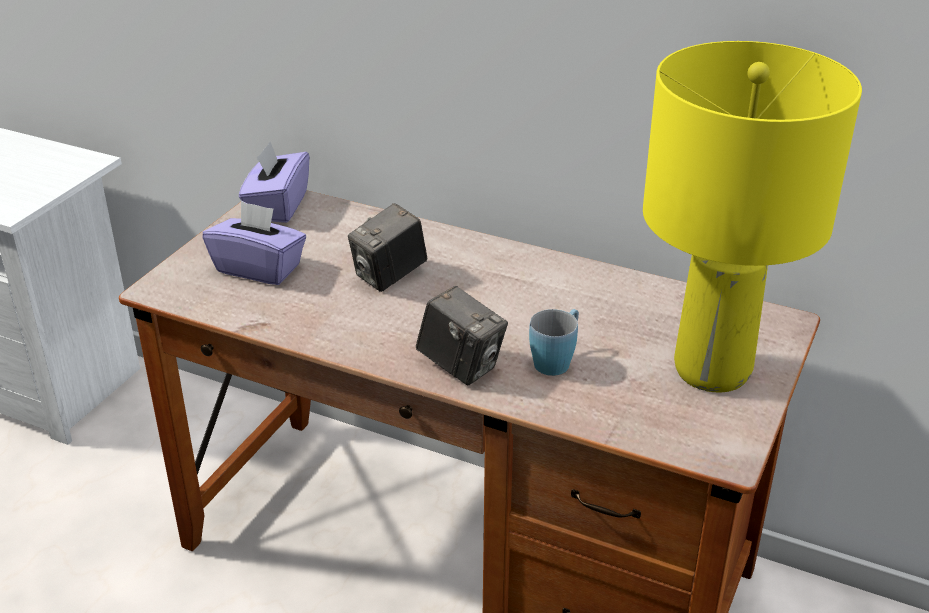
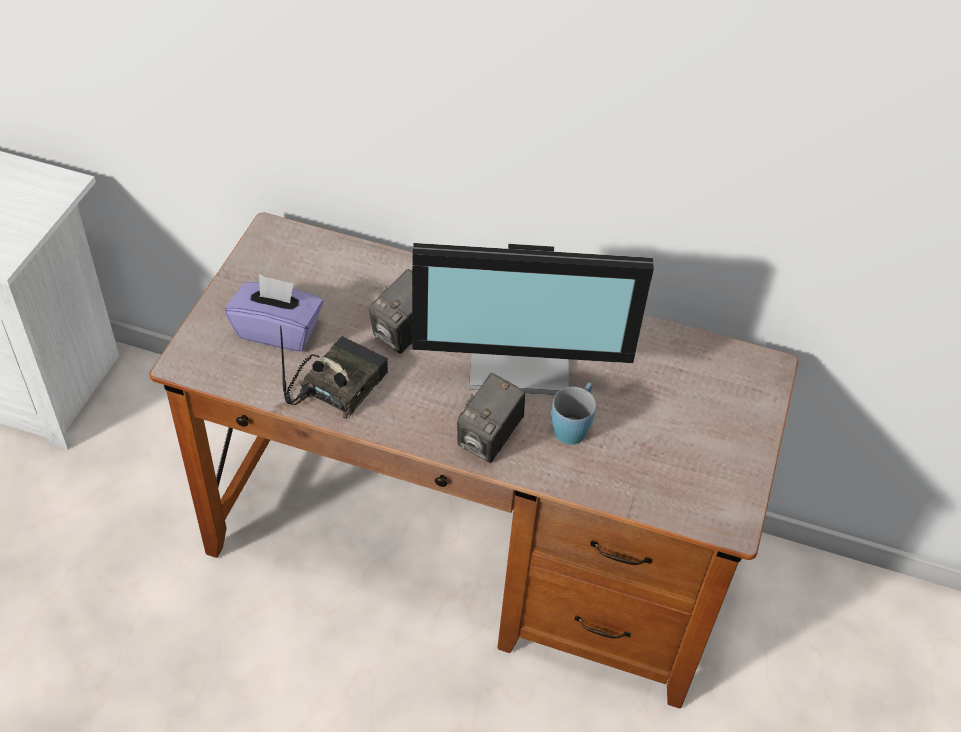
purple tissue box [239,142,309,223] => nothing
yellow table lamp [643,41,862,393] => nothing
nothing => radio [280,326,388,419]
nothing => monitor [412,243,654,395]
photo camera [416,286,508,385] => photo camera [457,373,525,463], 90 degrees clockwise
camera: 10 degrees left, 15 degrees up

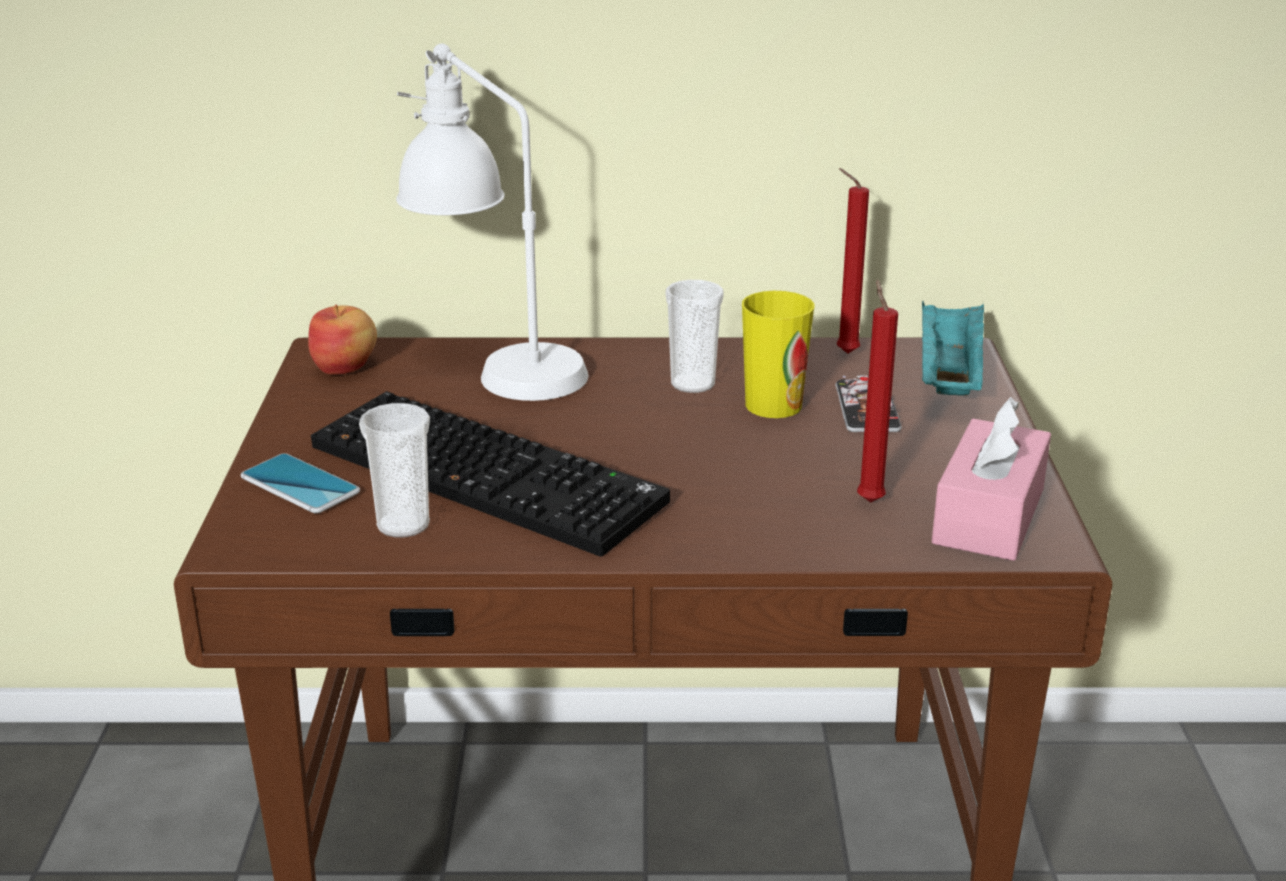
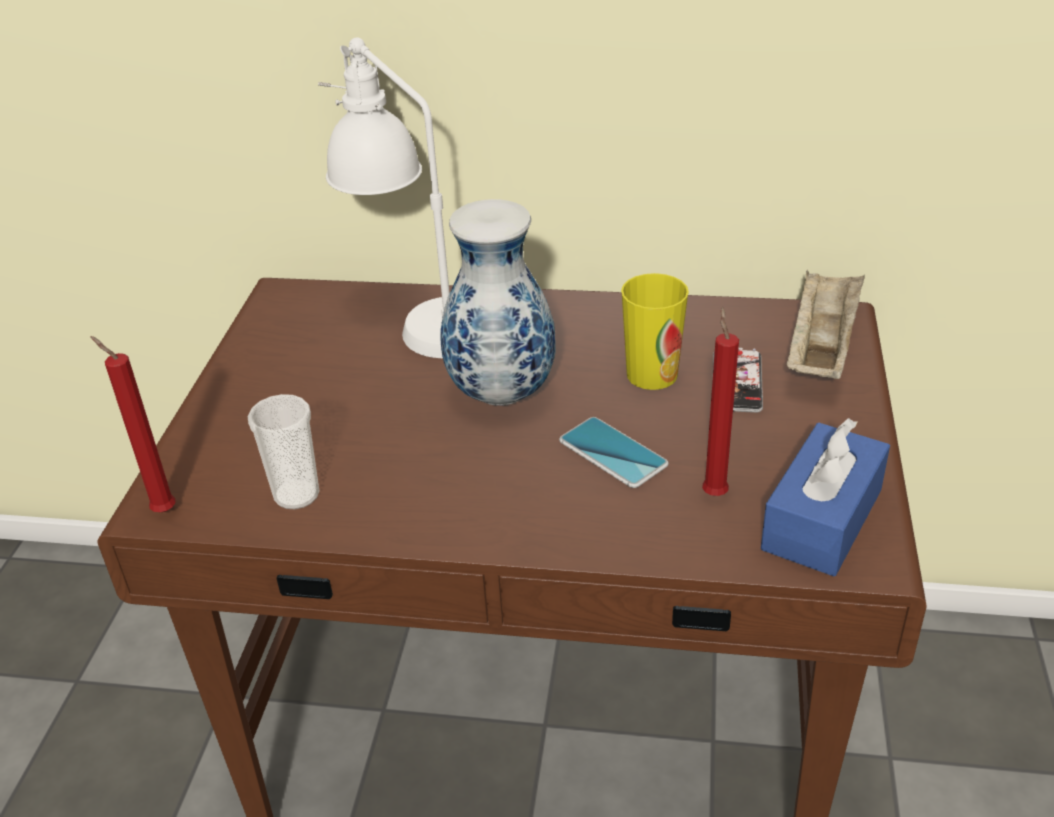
apple [308,305,377,375] => nothing
keyboard [311,391,670,556] => nothing
cup [665,280,724,393] => nothing
nothing => vase [440,199,555,406]
phone [241,453,360,513] => phone [559,417,669,488], move
red candle [837,168,869,354] => red candle [90,336,176,512], move
turquoise tray [922,301,984,396] => beige tray [786,270,864,379]
pink tissue box [932,397,1051,561] => blue tissue box [761,418,890,576]
camera: 10 degrees right, 10 degrees up

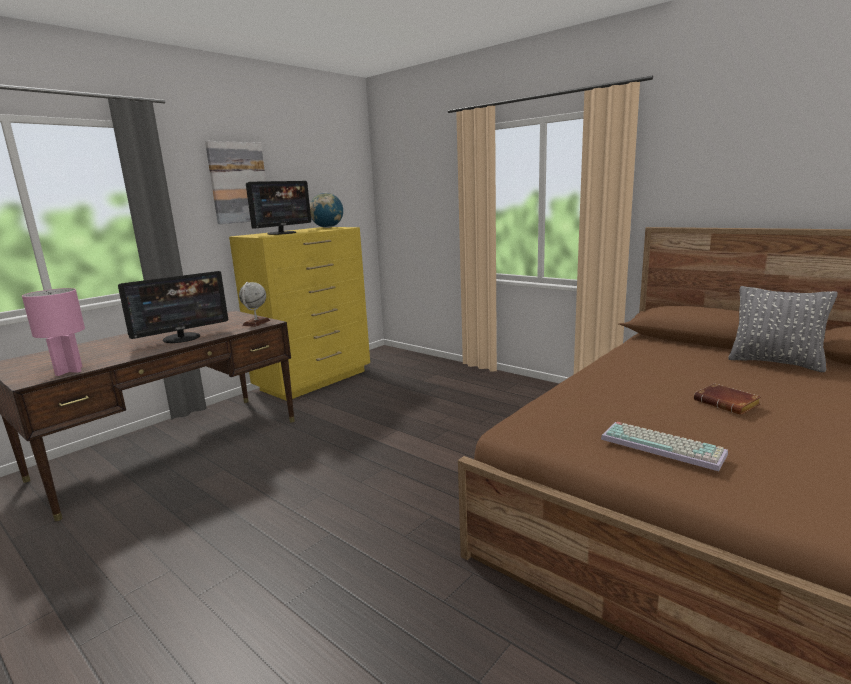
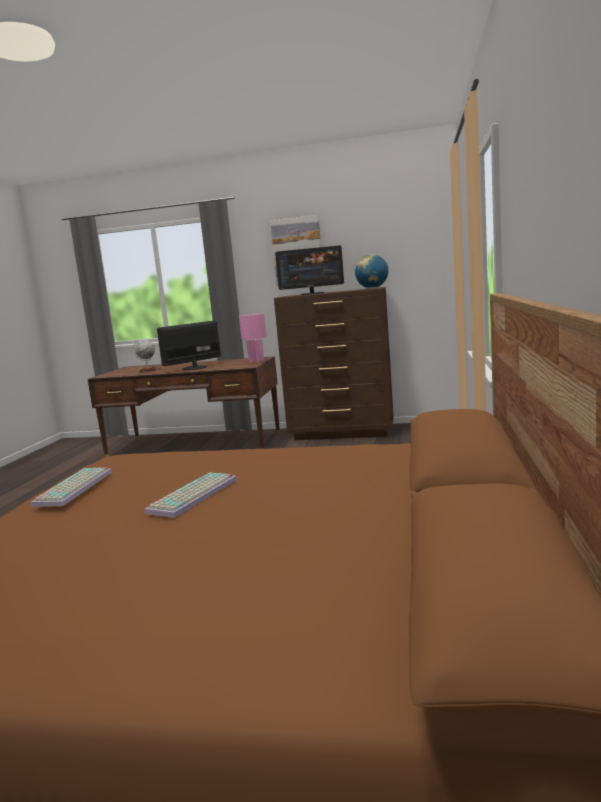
grey pillow [728,286,838,372] => nothing
pink table lamp [22,288,85,376] => pink table lamp [239,313,266,363], move
globe [239,282,270,327] => globe [133,339,157,373], move
brown book [694,383,761,415] => keyboard [145,472,237,518]
yellow dresser [229,227,370,401] => brown dresser [274,287,394,440]
monitor [118,271,228,343] => monitor [157,321,221,370], 120 degrees clockwise
camera: 60 degrees right, 5 degrees down

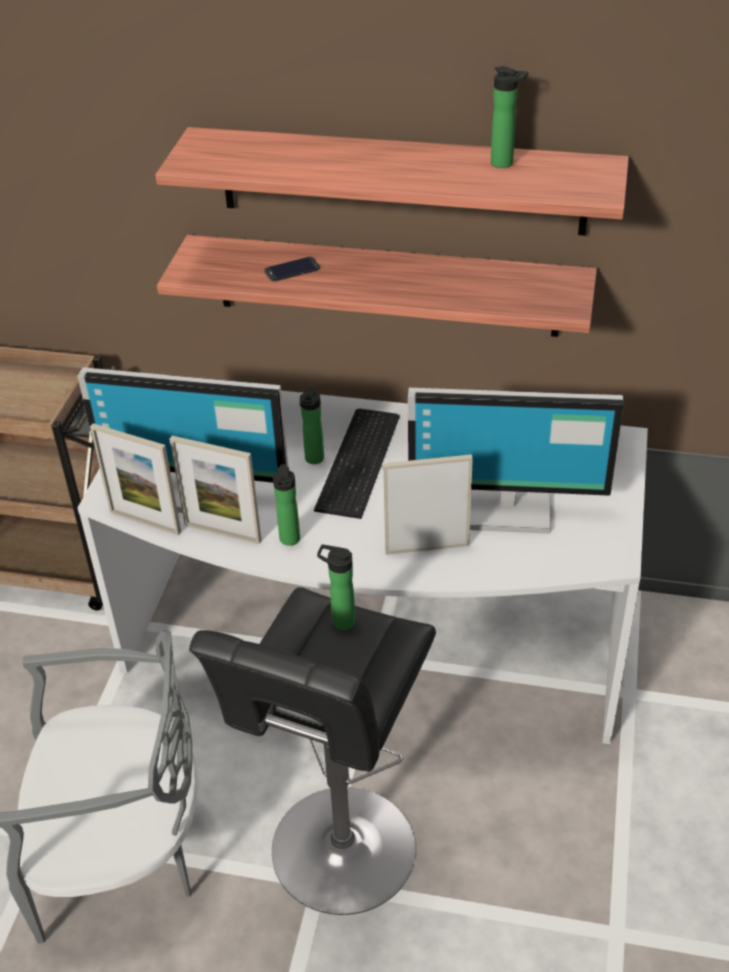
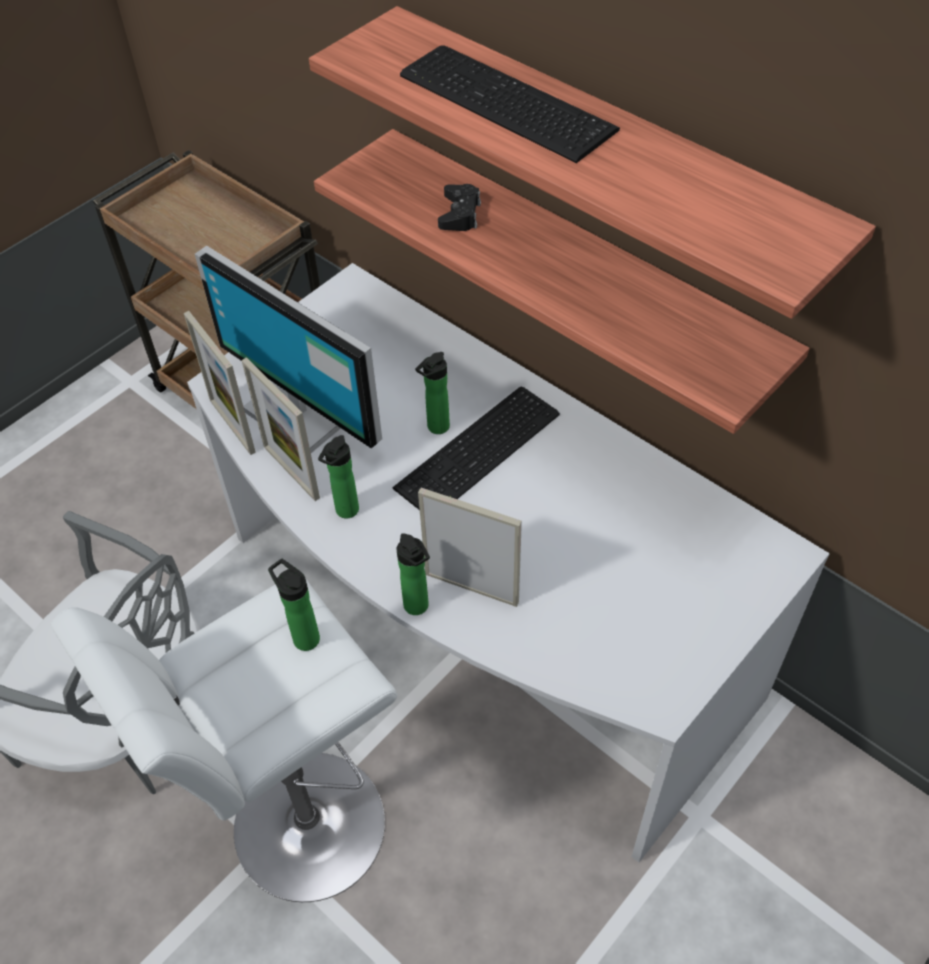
monitor [408,388,624,534] => nothing
nothing => keyboard [400,45,620,163]
bottle [491,66,528,168] => bottle [396,533,430,615], move
phone [264,257,320,282] => black game controller [438,184,481,231]
black stool [189,587,436,915] => white stool [51,578,397,902]
camera: 30 degrees right, 10 degrees up

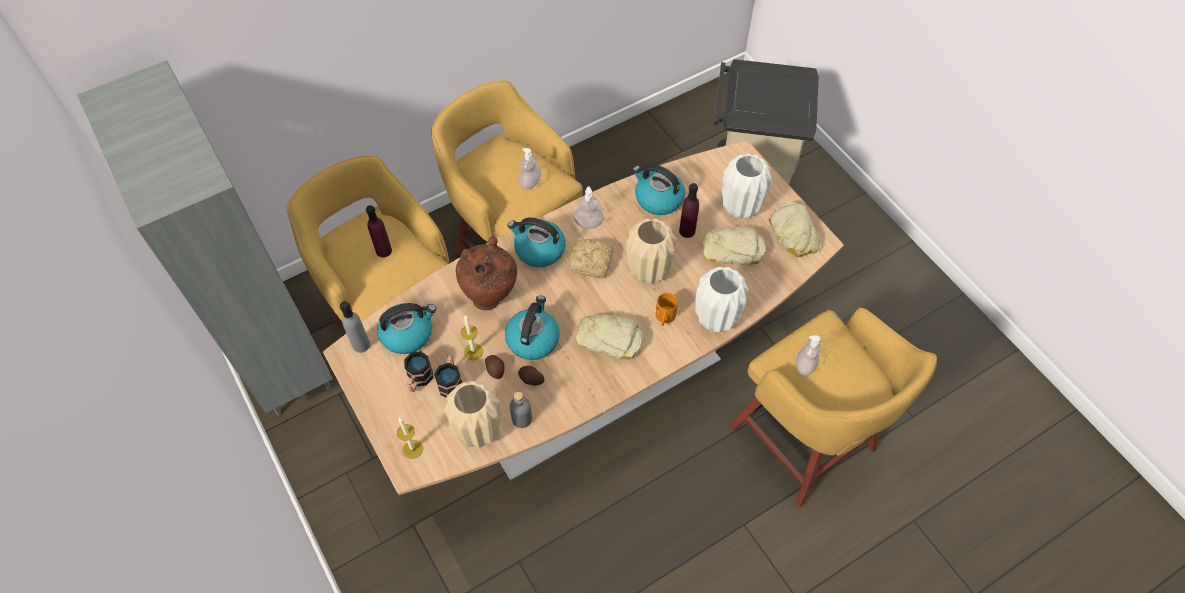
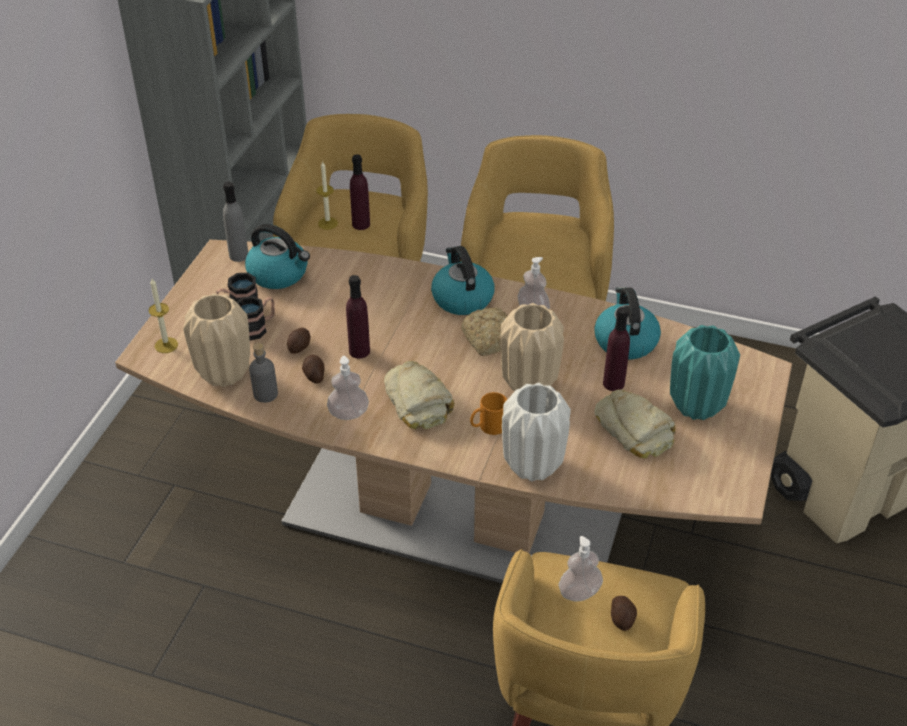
brown vase [456,236,517,310] => nothing
bread [769,201,820,257] => nothing
nothing => potato [611,596,637,631]
candle [461,315,483,360] => candle [317,162,338,230], move
soap dispenser [519,148,541,189] => soap dispenser [327,356,369,420], move
kettle [505,295,560,360] => purple bottle [346,275,370,359]
white vase [722,153,772,219] => turquoise vase [670,325,740,420]
camera: 50 degrees right, 15 degrees down

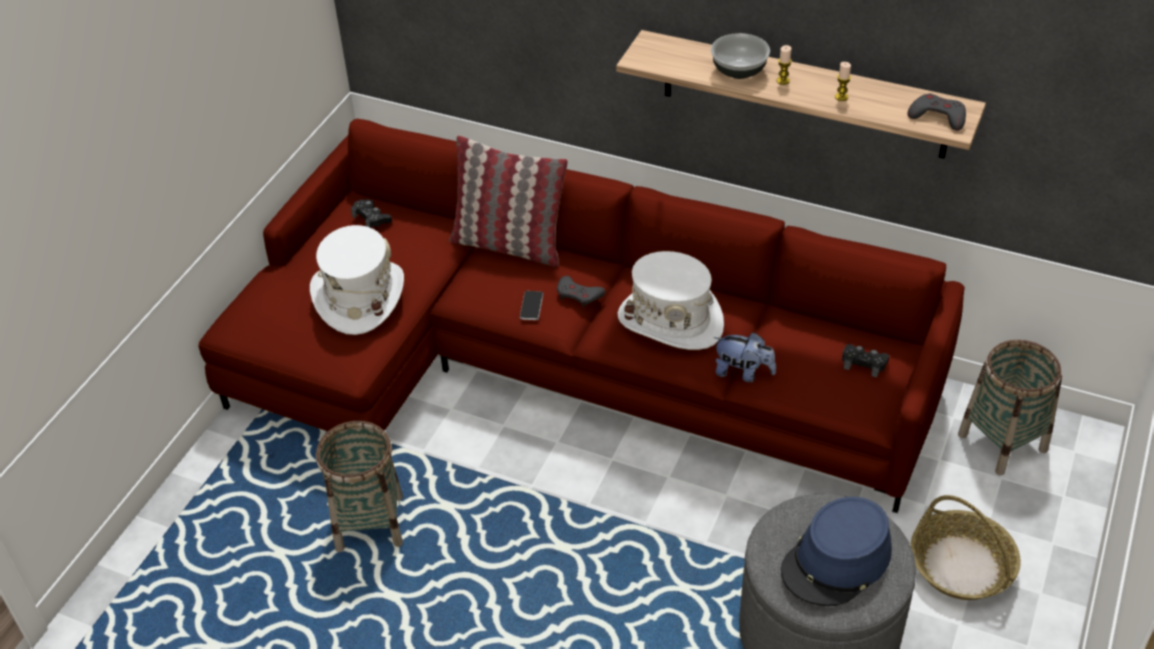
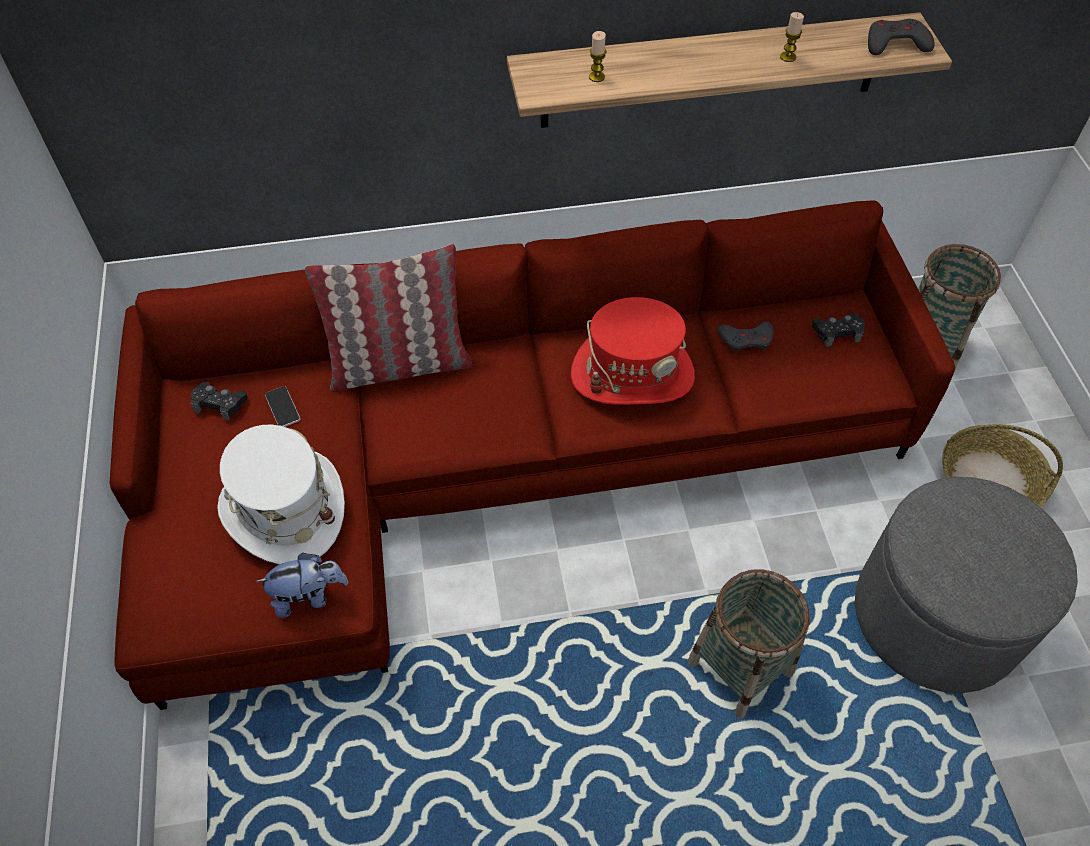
bowl [711,33,770,79] => nothing
blue hat [781,497,892,606] => nothing
basket [316,421,403,552] => basket [687,569,811,719], move
phone [520,291,543,320] => phone [265,386,300,427], move
grey game controller [557,276,605,307] => grey game controller [718,322,773,353], move
plush toy [713,332,776,382] => plush toy [255,553,348,618], move
candle [777,45,792,85] => candle [589,31,607,82], move
white hat [618,251,724,350] => red hat [571,297,695,405]
camera: 35 degrees left, 10 degrees up

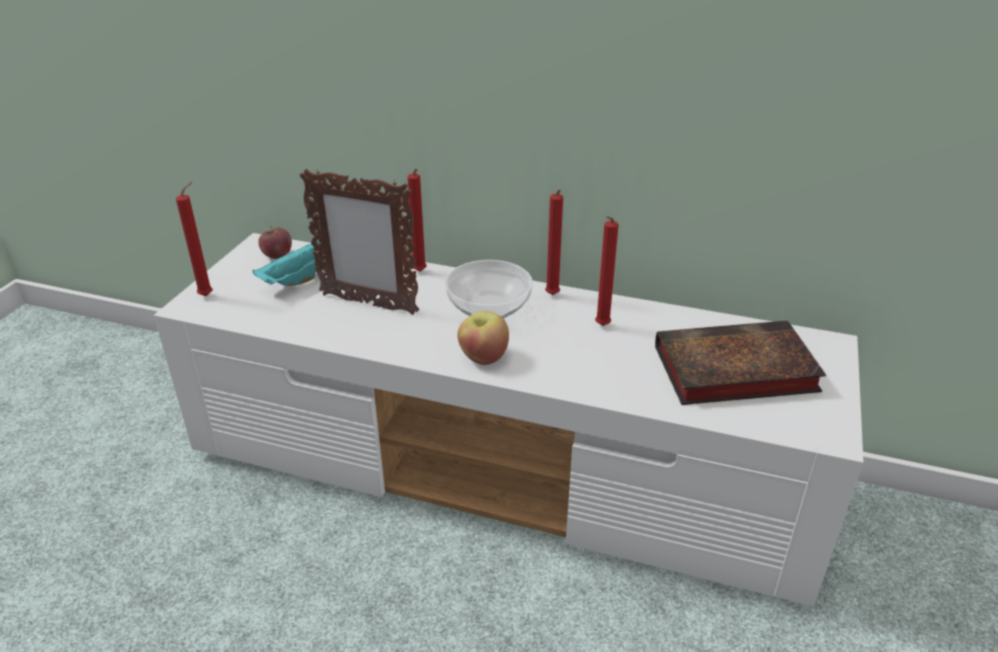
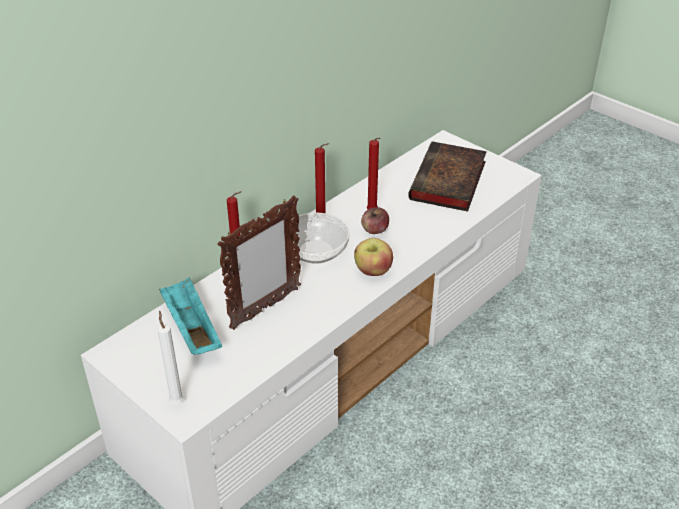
apple [258,226,292,259] => apple [361,207,389,234], move
red candle [176,181,213,296] => white candle [158,311,184,404]
camera: 65 degrees left, 5 degrees up

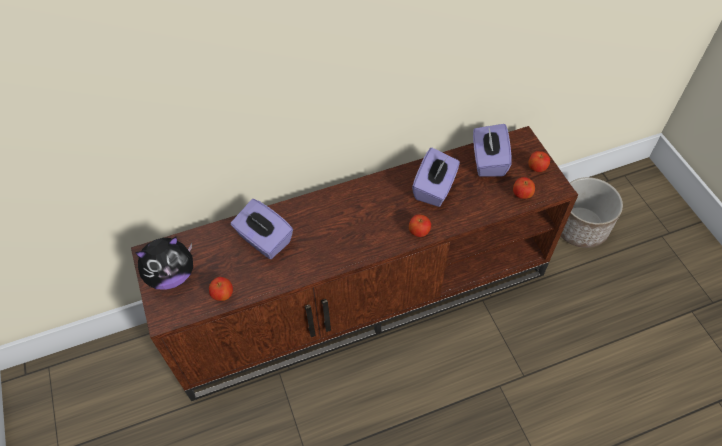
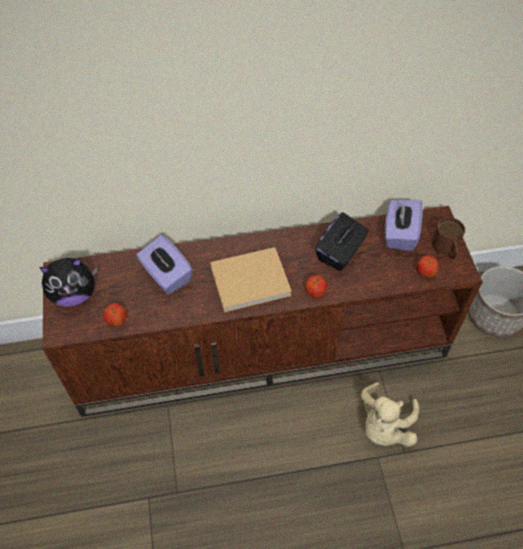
nothing => beige book [210,247,292,312]
nothing => beige plush toy [360,382,419,446]
apple [528,151,550,172] => brown mug [432,217,465,259]
purple tissue box [412,148,460,207] => black tissue box [316,212,369,271]
camera: 10 degrees right, 0 degrees up

